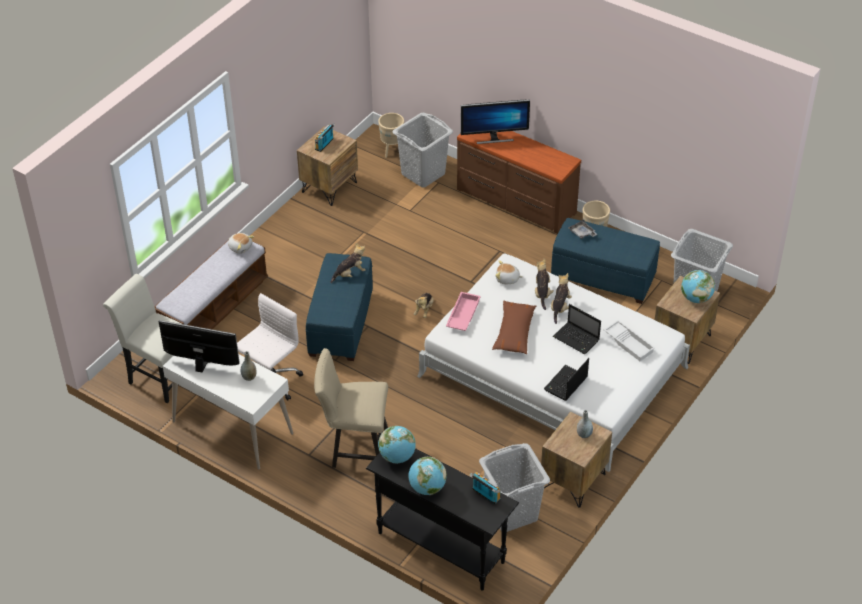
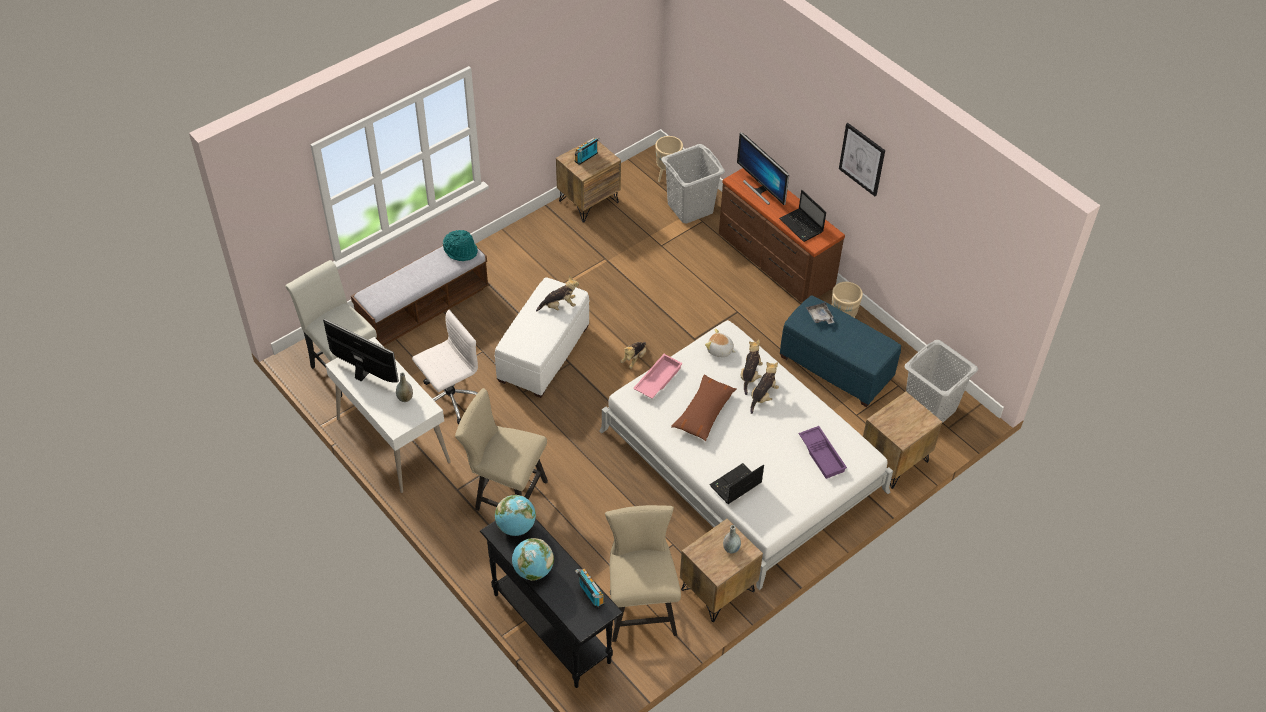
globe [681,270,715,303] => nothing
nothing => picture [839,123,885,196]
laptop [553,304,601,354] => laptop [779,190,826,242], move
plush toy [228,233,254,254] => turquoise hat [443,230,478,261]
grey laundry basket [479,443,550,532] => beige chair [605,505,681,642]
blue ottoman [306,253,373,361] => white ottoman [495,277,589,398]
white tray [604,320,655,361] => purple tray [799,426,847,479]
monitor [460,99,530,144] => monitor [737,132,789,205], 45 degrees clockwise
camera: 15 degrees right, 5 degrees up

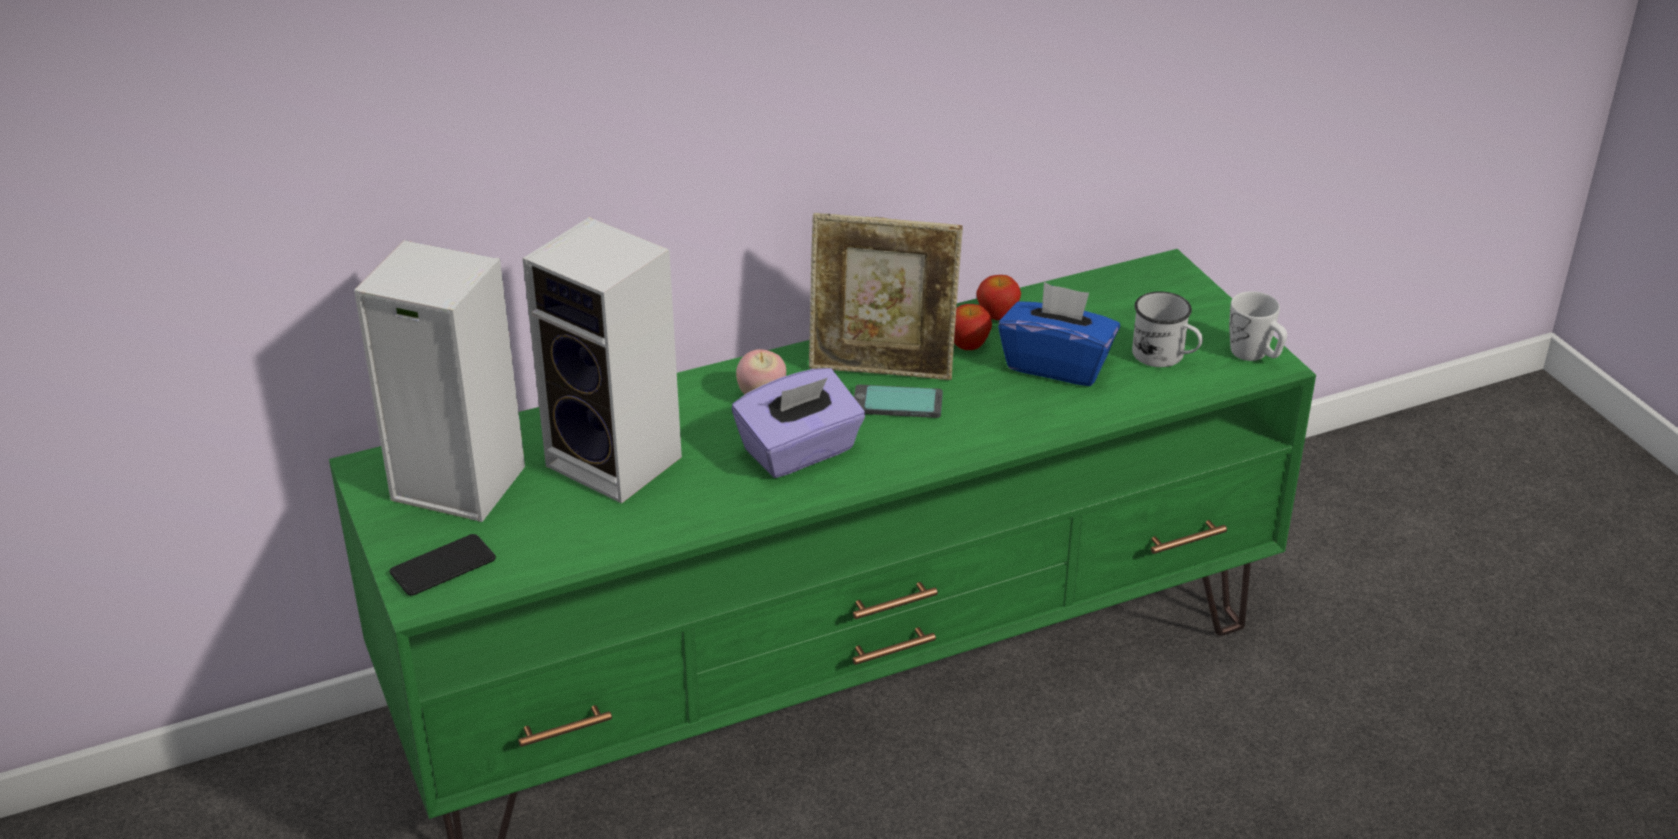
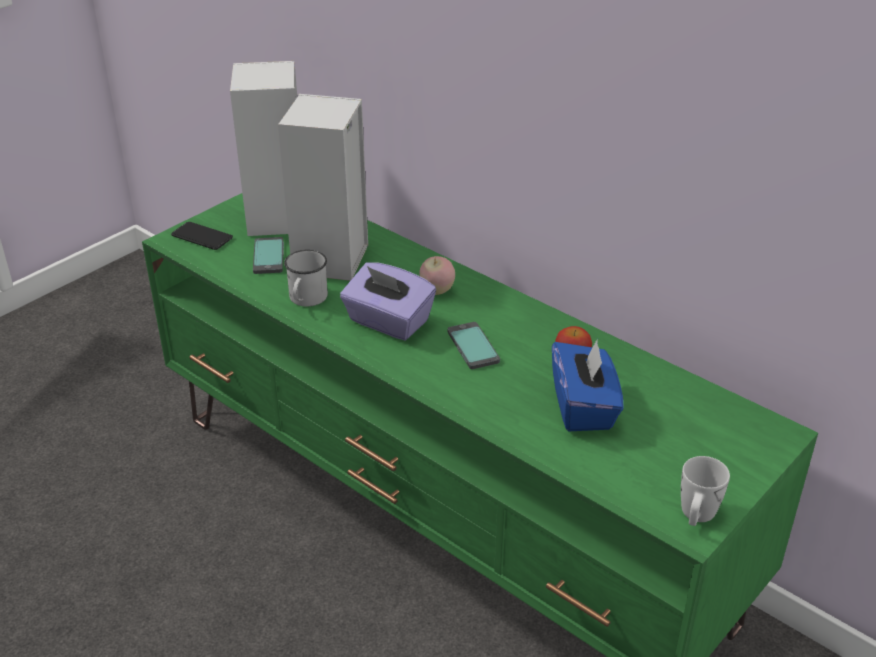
picture frame [809,213,963,380] => nothing
apple [977,275,1021,320] => nothing
nothing => phone [253,237,284,274]
white mug [1132,291,1203,367] => white mug [284,250,328,306], move
camera: 65 degrees right, 0 degrees up

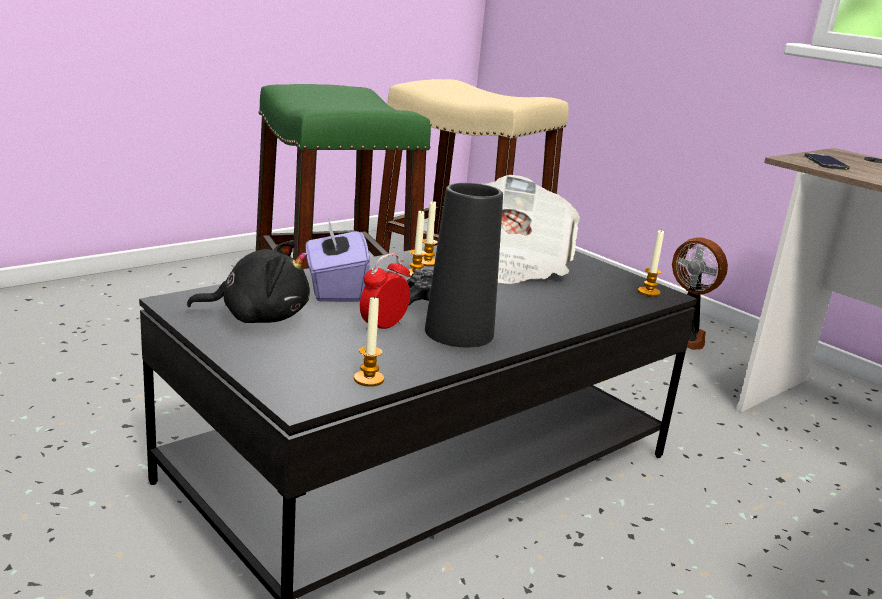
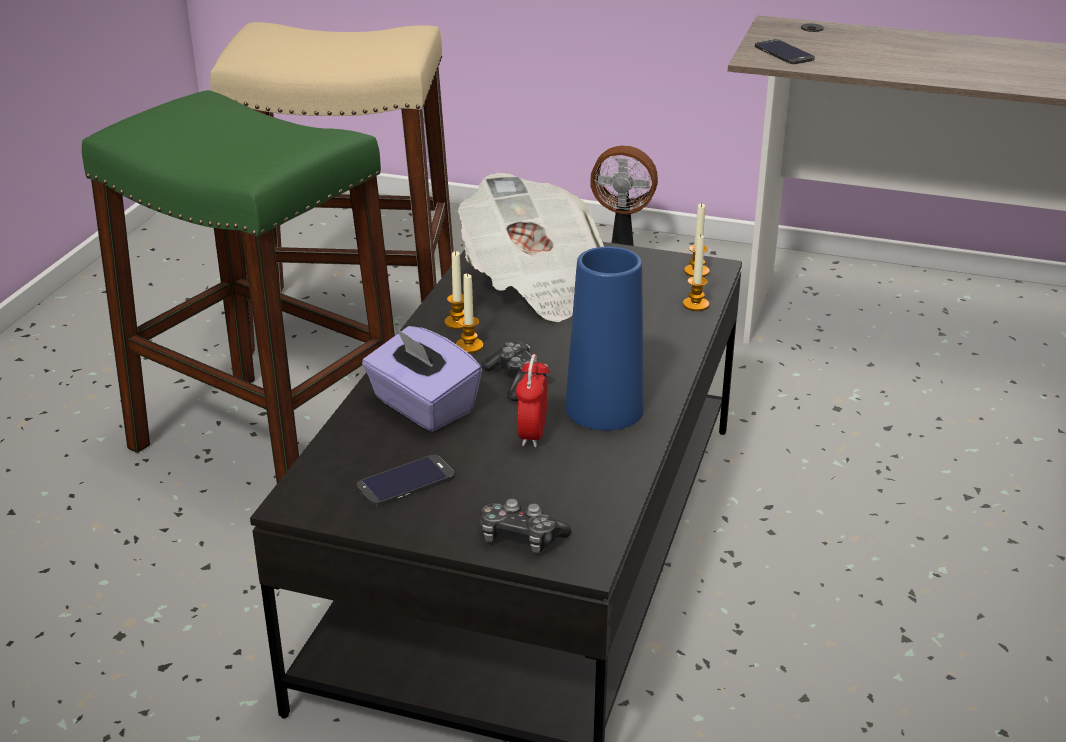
nothing => game controller [480,498,571,553]
candle [354,295,384,387] => candle [683,235,709,311], move
black plush toy [187,240,310,323] => phone [357,455,454,506]
black vase [425,183,503,347] => blue vase [565,246,644,431]
camera: 30 degrees left, 10 degrees up

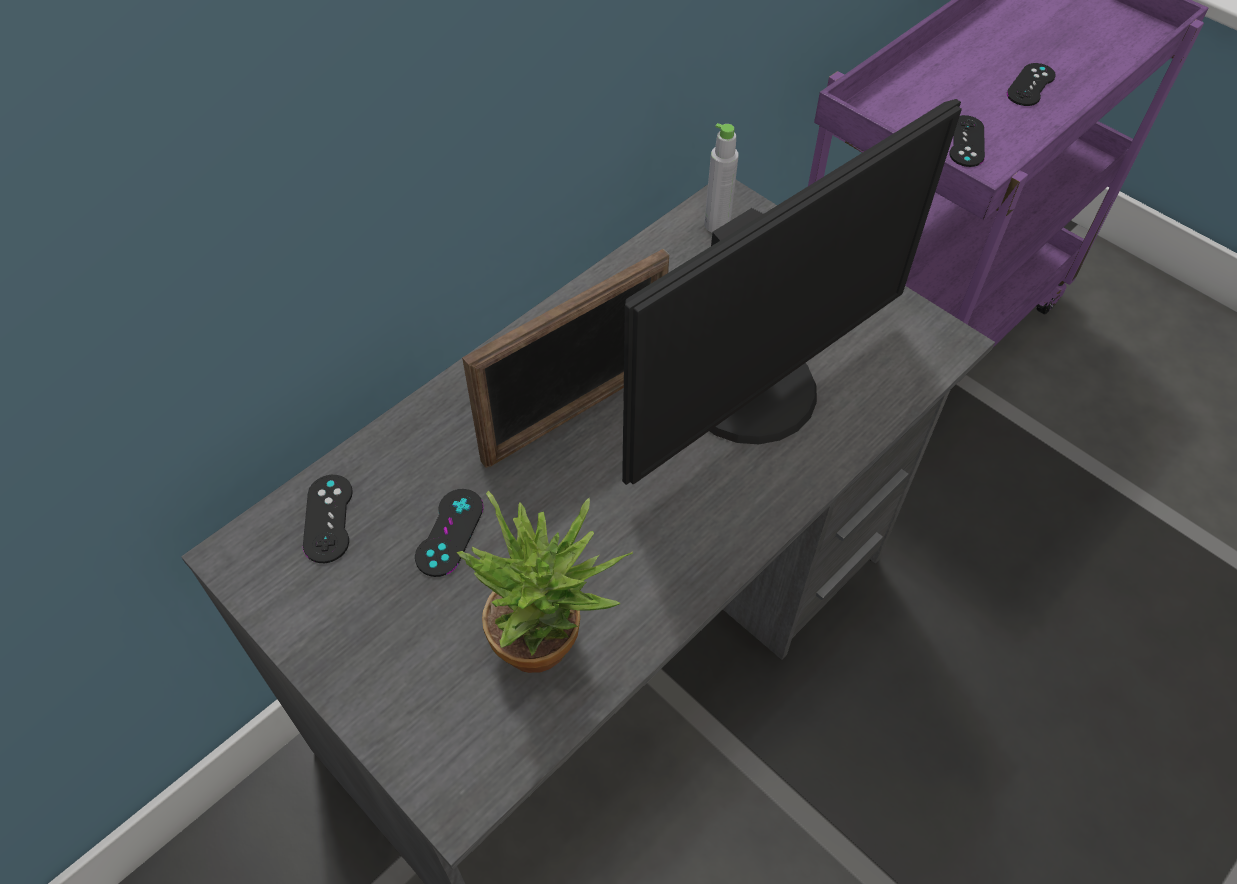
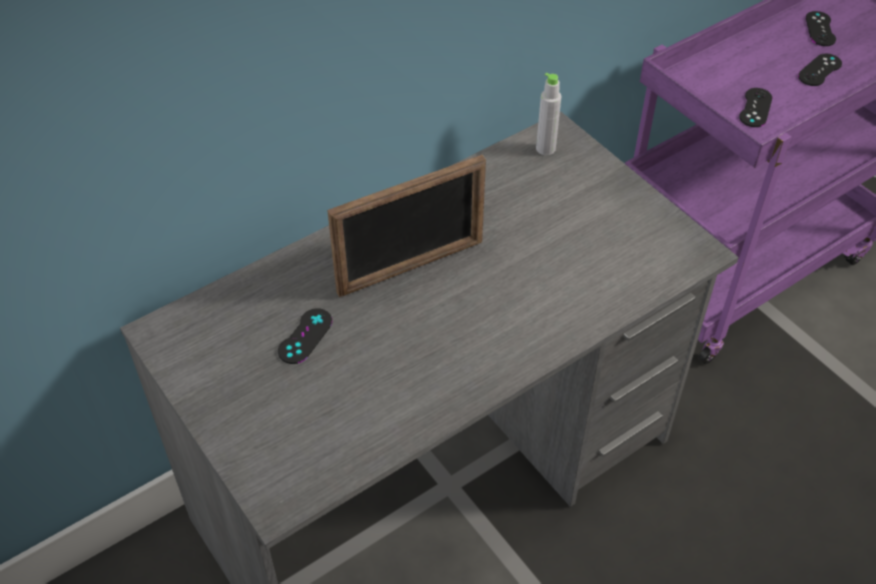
potted plant [457,491,633,673] => nothing
monitor [622,99,962,485] => nothing
black game controller [303,475,353,563] => black game controller [806,11,836,46], move
camera: 10 degrees right, 5 degrees down

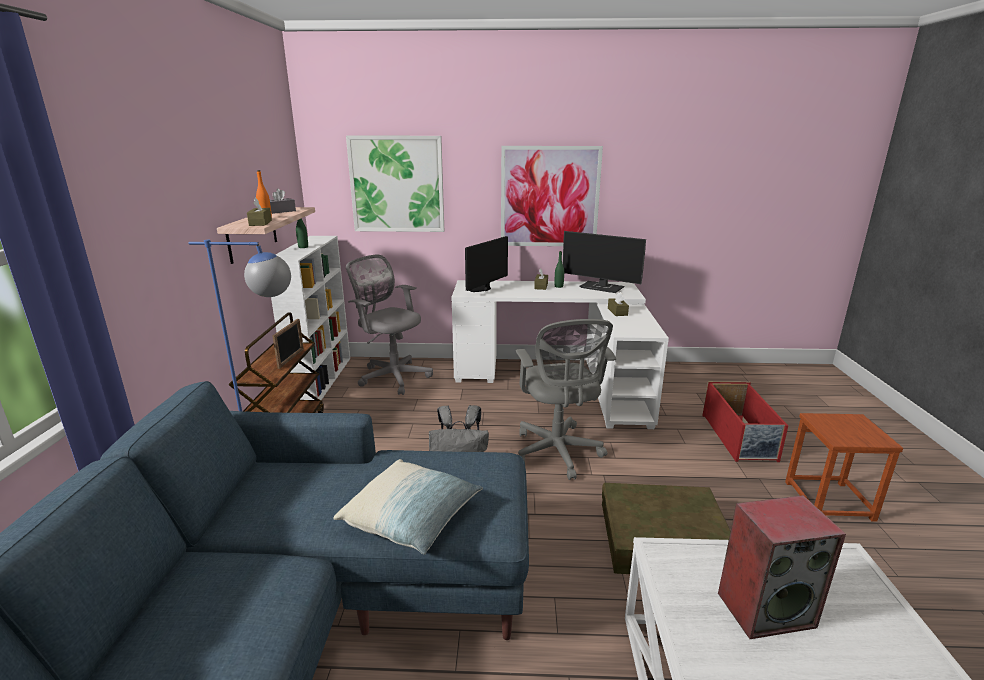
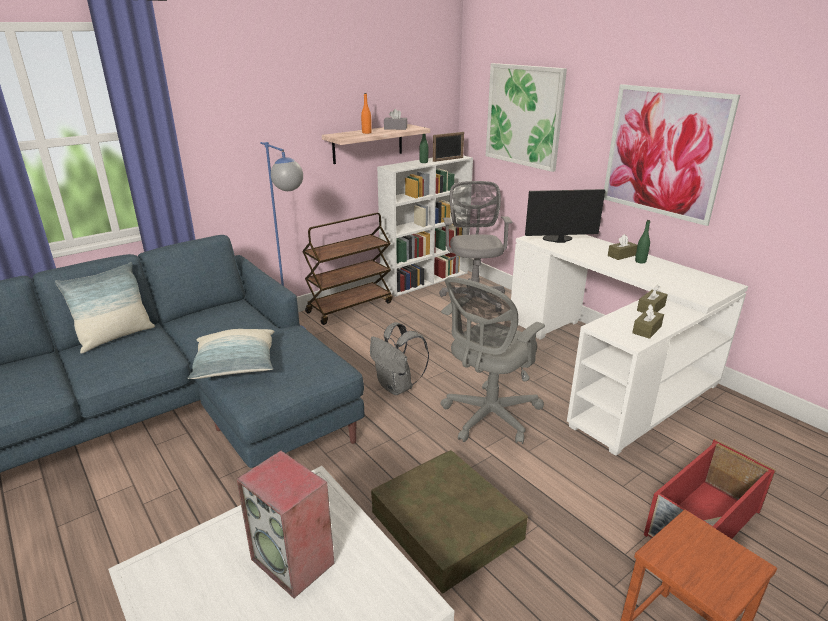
monitor [562,231,646,293] => nothing
nothing => pillow [55,262,155,354]
brown tissue box [247,197,272,226] => brown tissue box [632,304,664,339], move
picture frame [272,319,304,369] => picture frame [433,132,464,162], move
camera: 50 degrees right, 5 degrees up

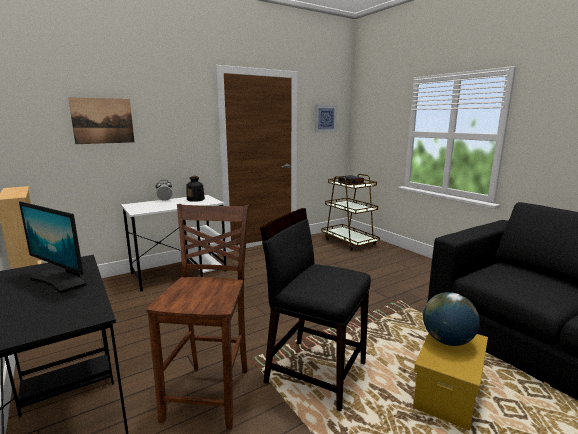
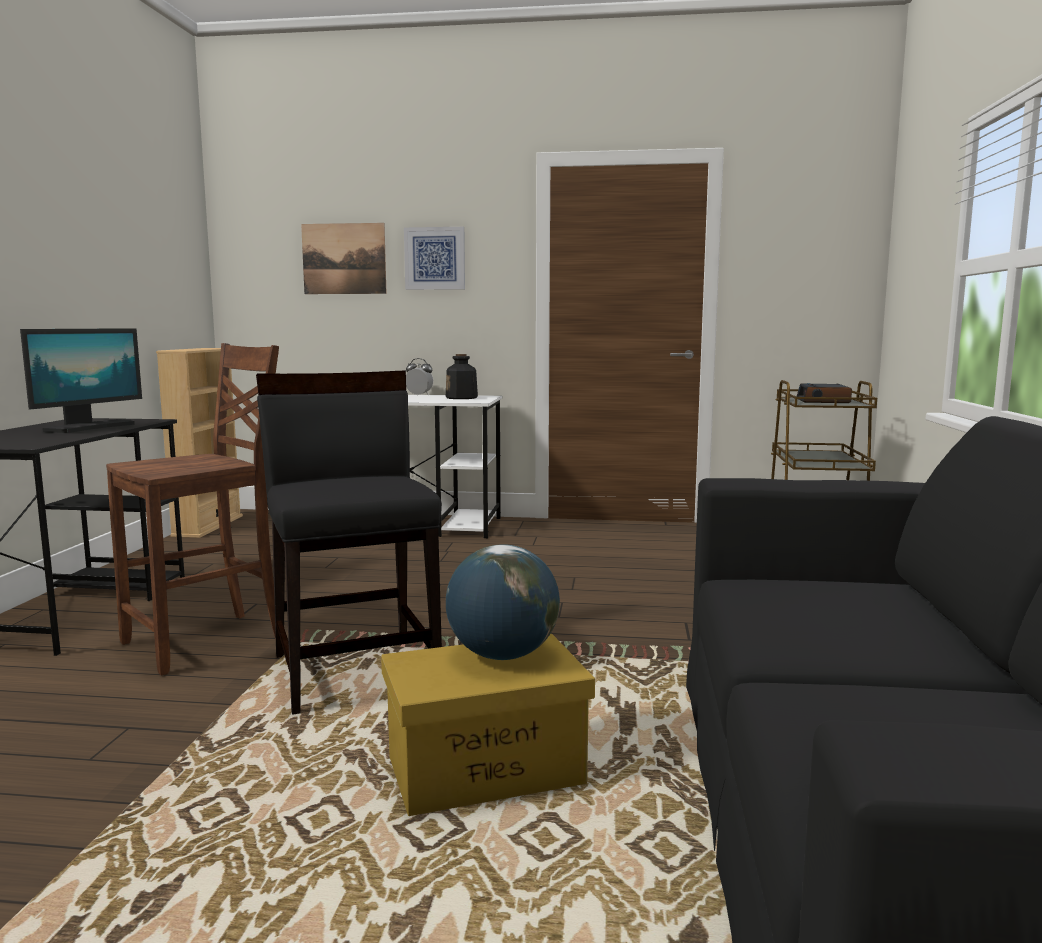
picture [314,104,338,133] => picture [404,227,465,290], move
monitor [19,201,87,294] => monitor [20,328,142,433], 135 degrees counterclockwise
camera: 40 degrees right, 5 degrees down

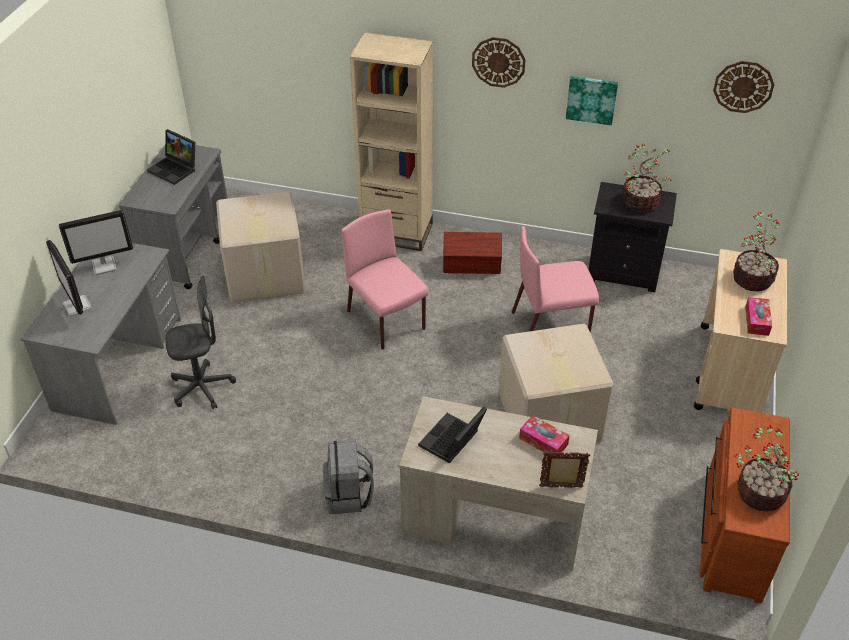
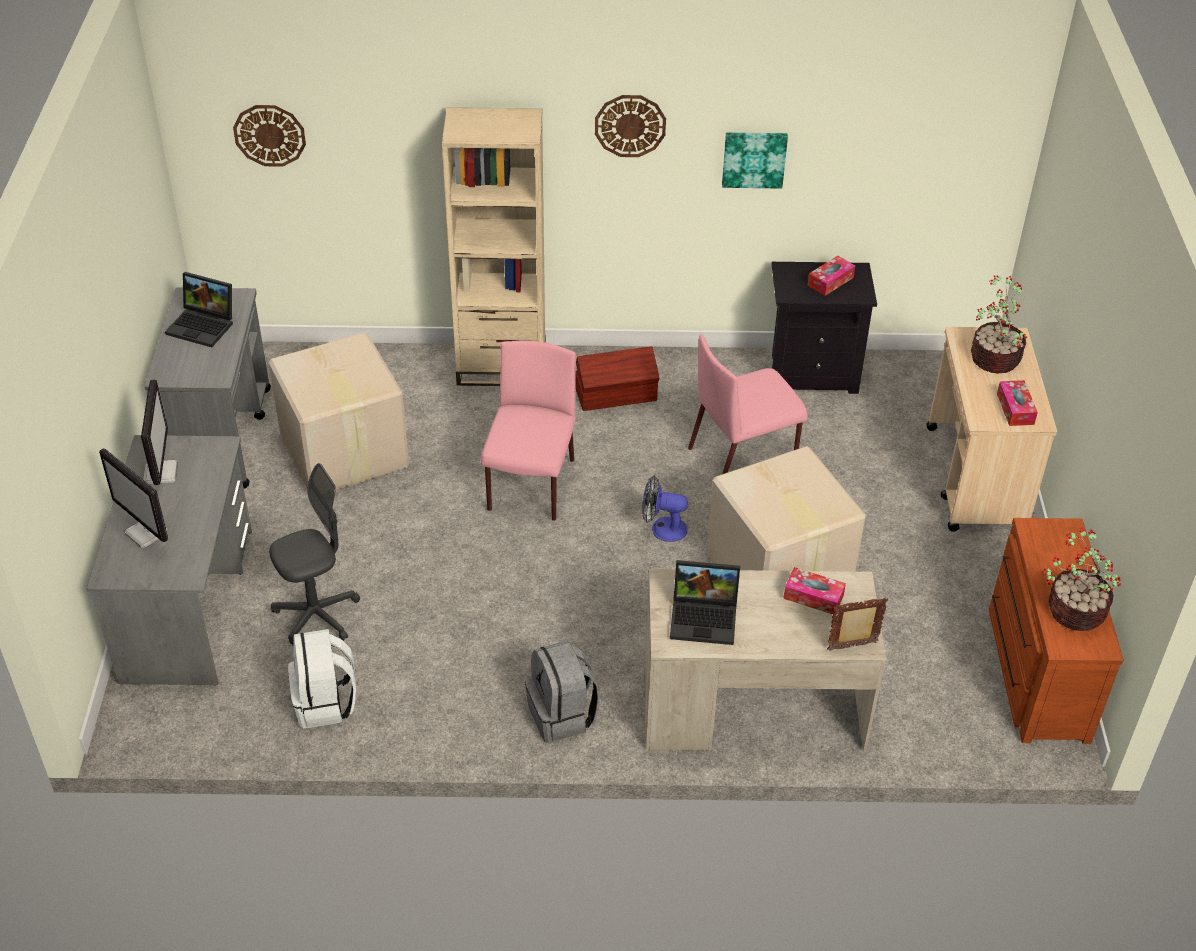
nothing => white backpack [288,629,356,728]
nothing => fan [642,476,688,542]
wall clock [713,61,775,113] => wall clock [233,105,306,167], move
potted plant [622,144,672,212] => tissue box [808,256,855,296]
monitor [59,210,133,275] => monitor [141,379,178,485], 60 degrees counterclockwise
pink chair [341,209,429,350] => pink chair [481,341,576,521], 60 degrees clockwise
laptop [418,407,487,463] => laptop [670,560,740,645], 105 degrees counterclockwise
camera: 15 degrees left, 0 degrees up

